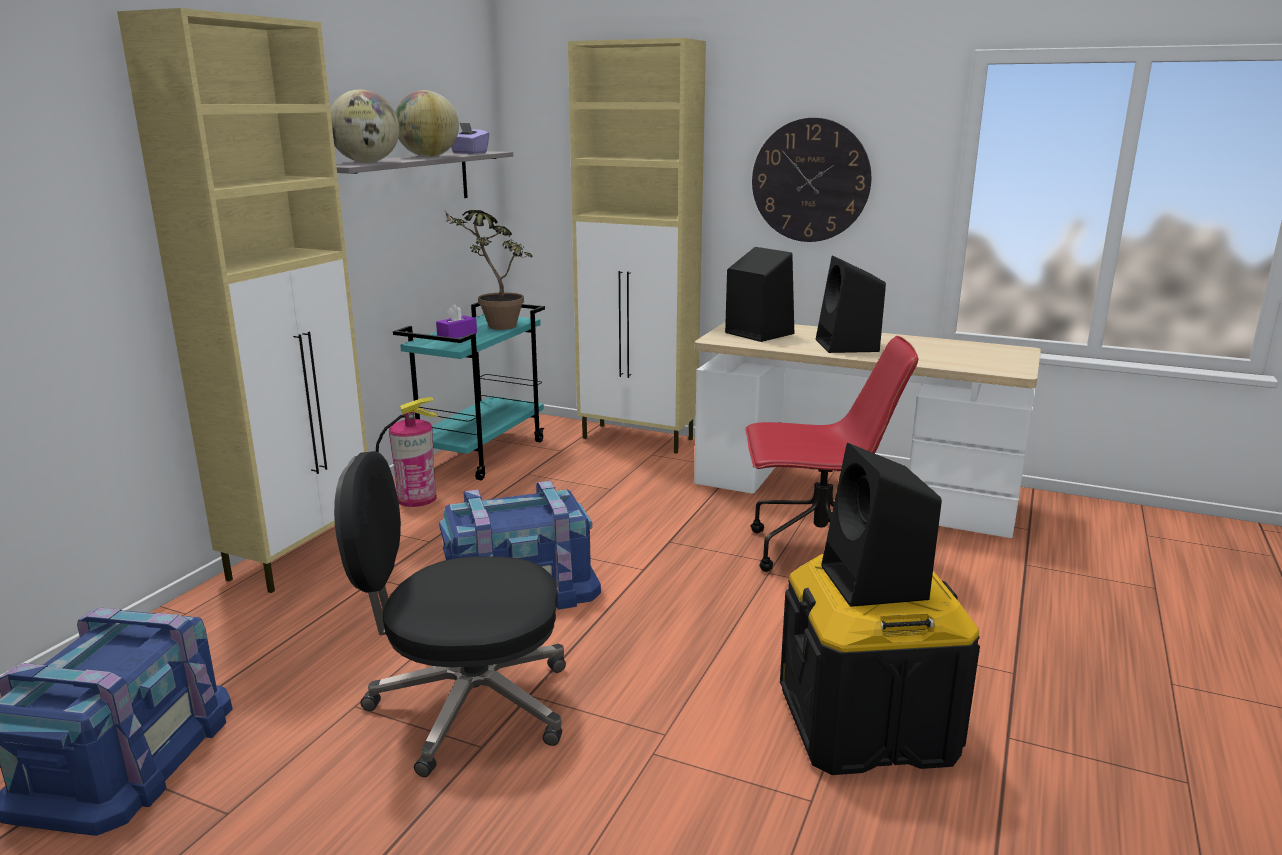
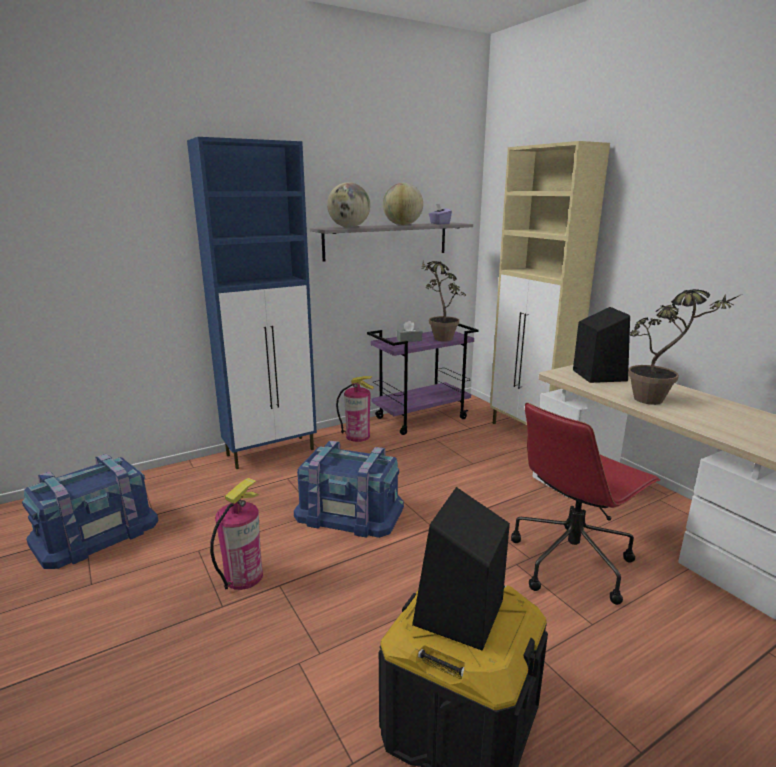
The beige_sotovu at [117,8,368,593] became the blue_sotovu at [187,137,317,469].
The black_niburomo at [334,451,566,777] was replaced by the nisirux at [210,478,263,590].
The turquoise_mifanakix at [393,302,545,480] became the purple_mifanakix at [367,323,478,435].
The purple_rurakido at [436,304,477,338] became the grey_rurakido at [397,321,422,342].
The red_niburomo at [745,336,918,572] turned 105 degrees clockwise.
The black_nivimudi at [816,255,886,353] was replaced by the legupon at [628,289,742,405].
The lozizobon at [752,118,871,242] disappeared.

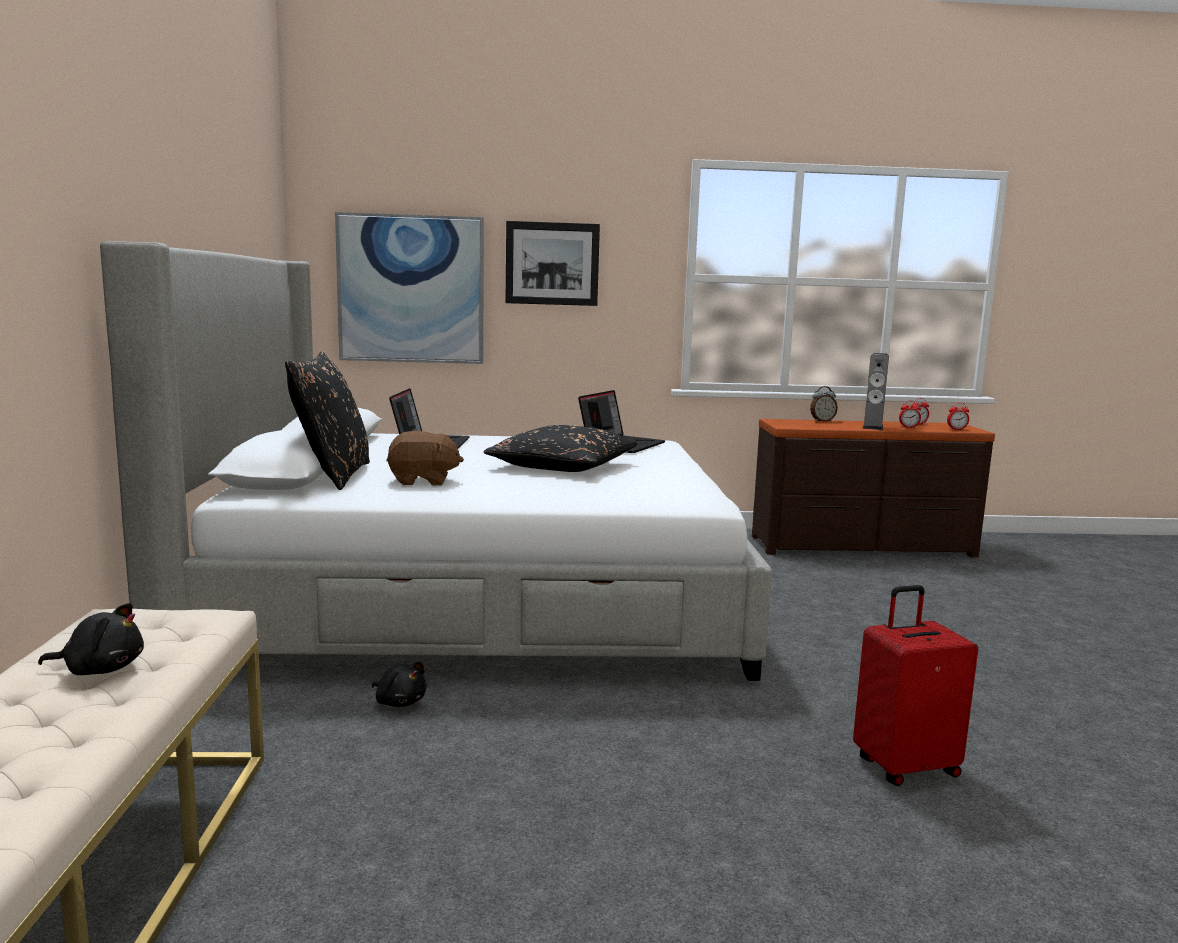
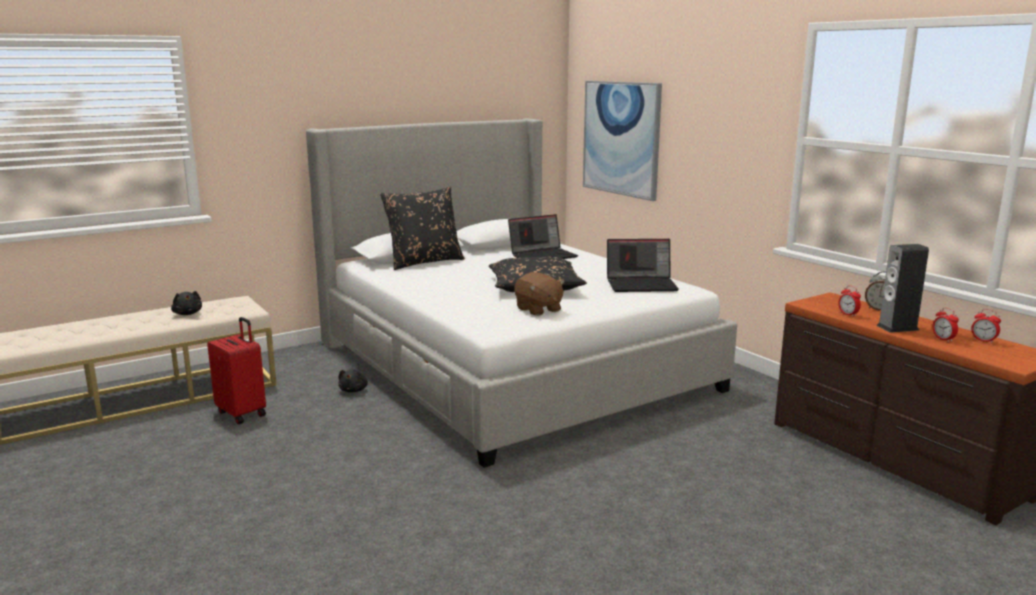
The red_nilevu moved from [853,585,978,786] to [207,317,266,424].
The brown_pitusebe moved from [386,431,464,485] to [514,272,565,316].
The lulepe moved from [947,403,969,430] to [839,285,861,317].
The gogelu at [505,221,600,306] disappeared.

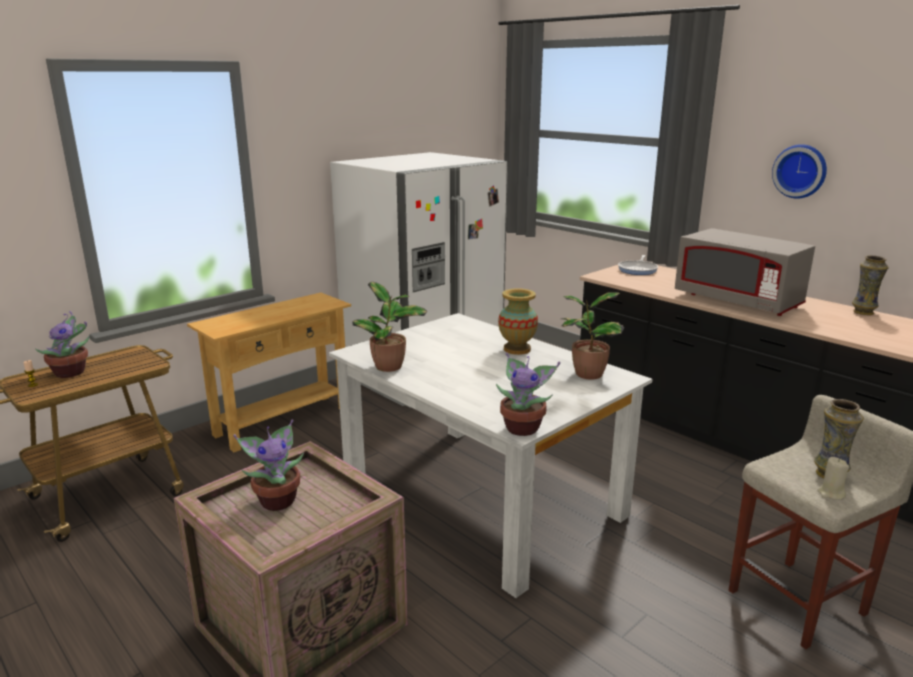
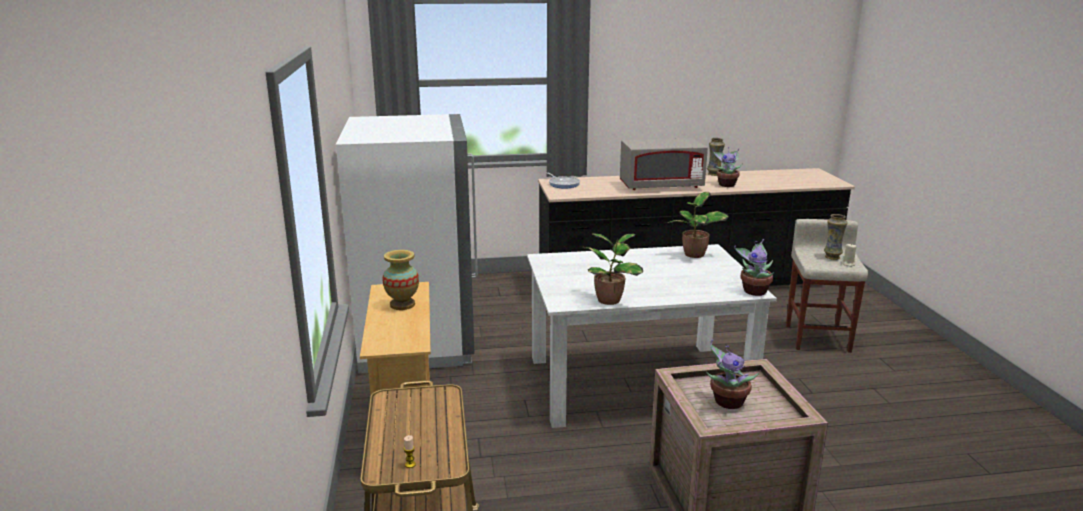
The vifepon moved from [498,288,538,355] to [382,250,419,310].
The legupon moved from [35,311,90,378] to [712,147,743,187].
The lozizobon at [772,144,827,199] disappeared.

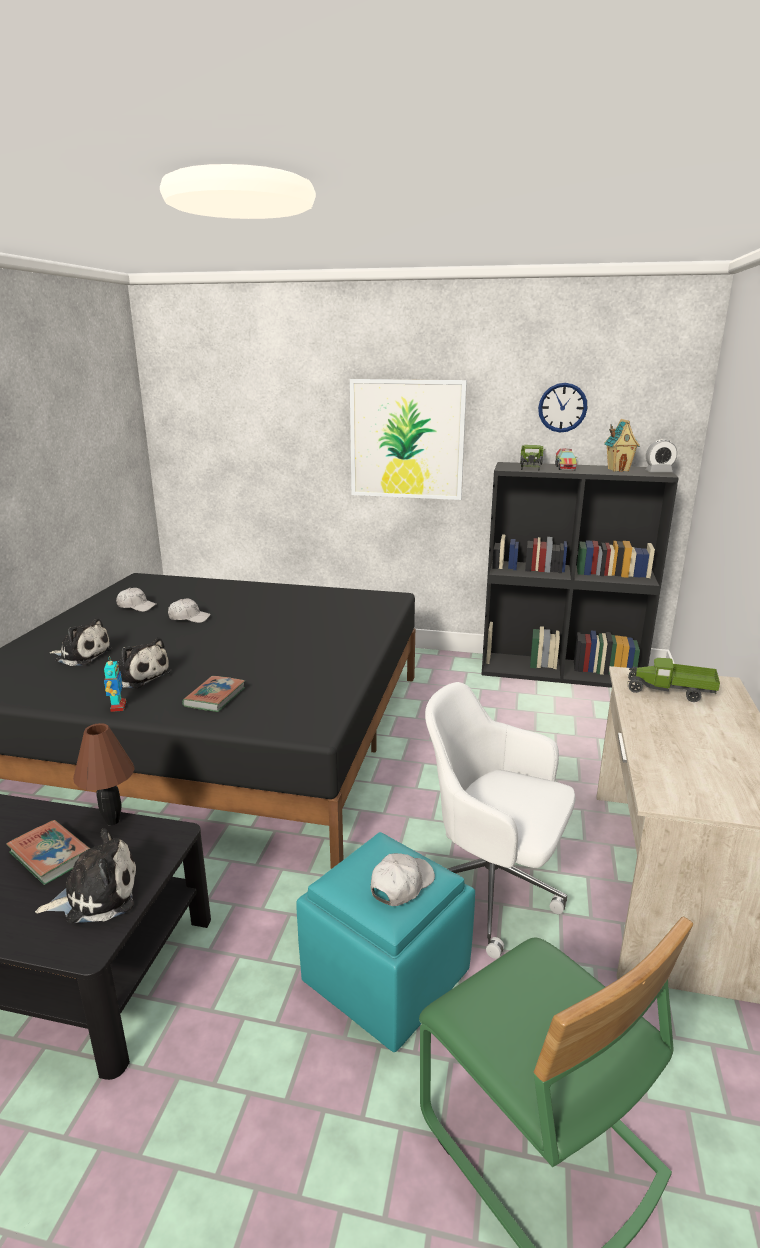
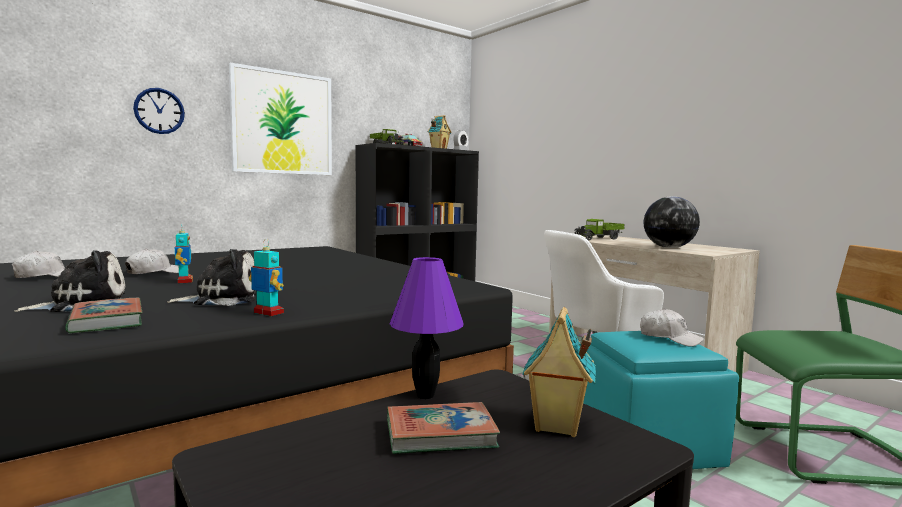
The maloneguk moved from [182,676,245,712] to [65,298,142,334].
The lozizobon moved from [538,383,587,433] to [133,88,185,134].
The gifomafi at [175,225,193,283] appeared.
The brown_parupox at [73,723,135,825] became the purple_parupox at [390,257,464,399].
The pitusebe at [35,828,137,923] was replaced by the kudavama at [522,307,596,437].
The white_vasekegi at [371,853,435,906] turned 135 degrees clockwise.
The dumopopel at [644,196,700,248] appeared.

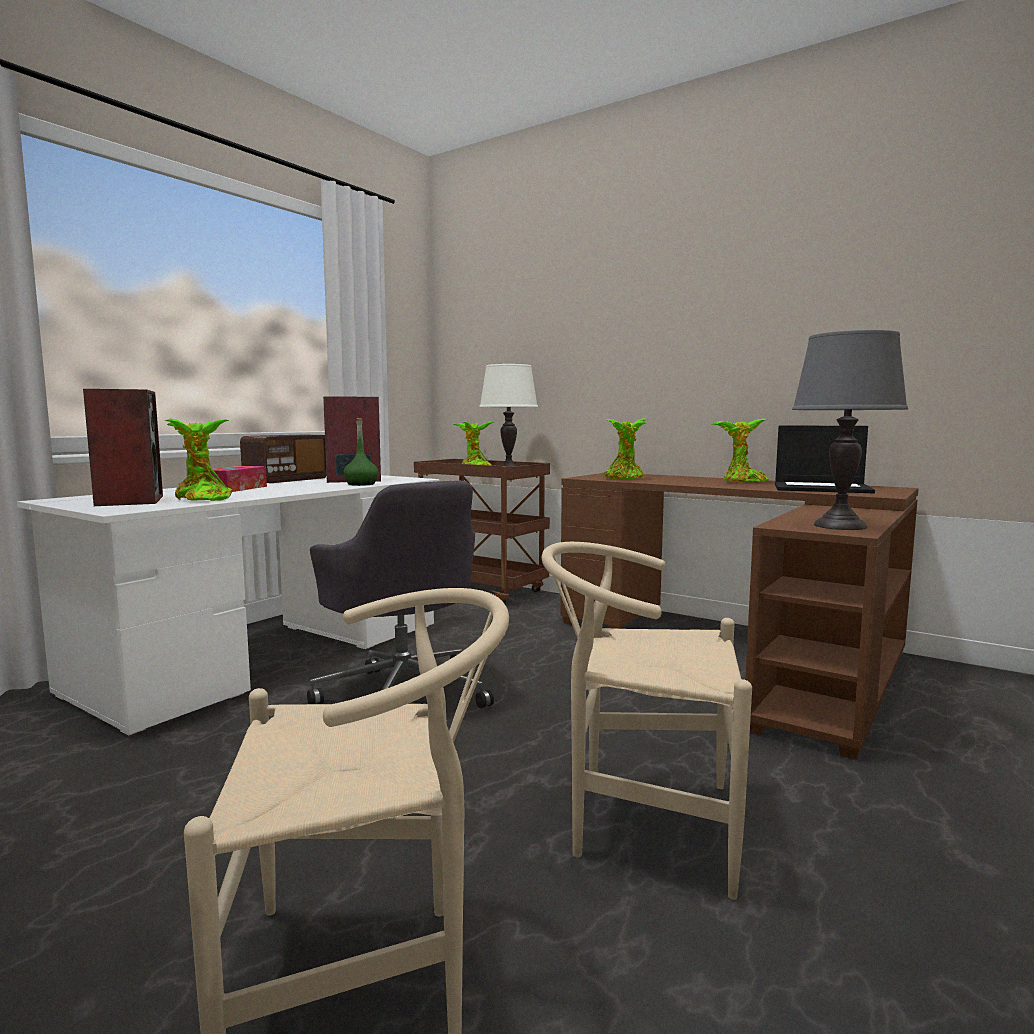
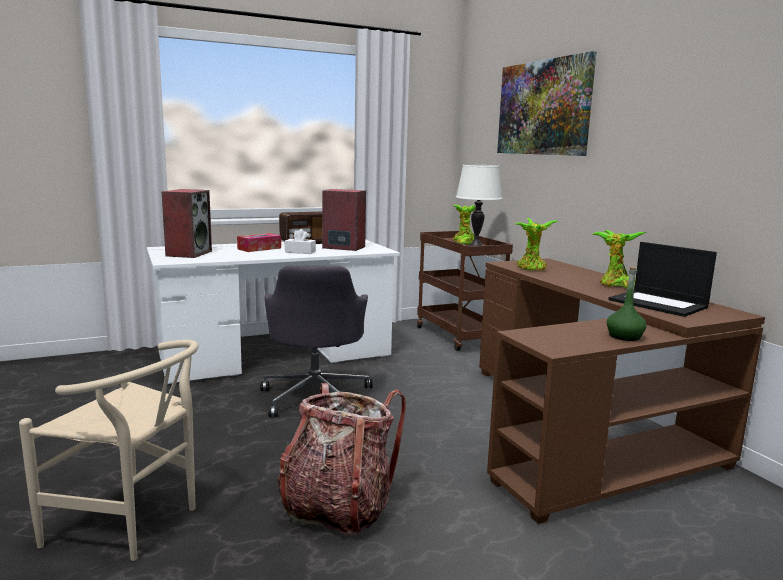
The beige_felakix at [542,542,752,900] was replaced by the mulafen at [277,383,406,535].
The white_rurakido at [285,229,316,254] appeared.
The gogelu at [497,51,596,156] appeared.
The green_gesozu moved from [343,418,378,486] to [607,266,647,341].
The legupon at [164,418,232,501] disappeared.
The grey_parupox at [792,330,908,530] disappeared.

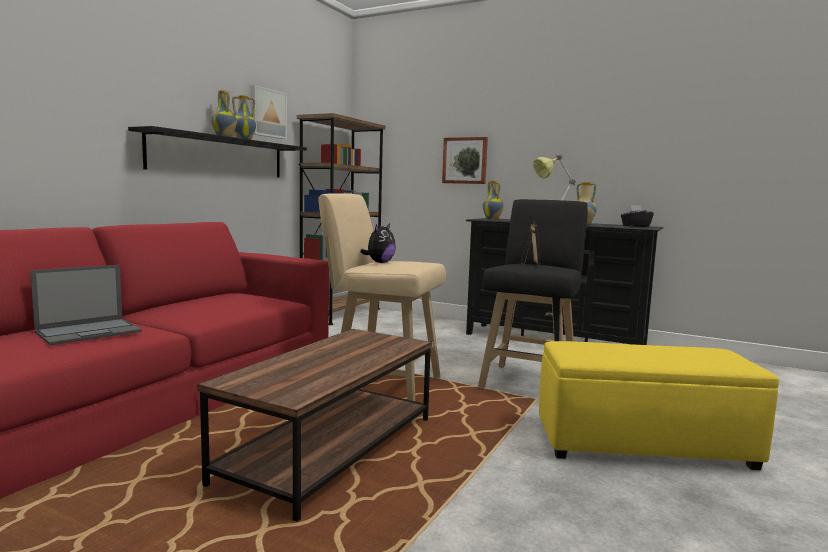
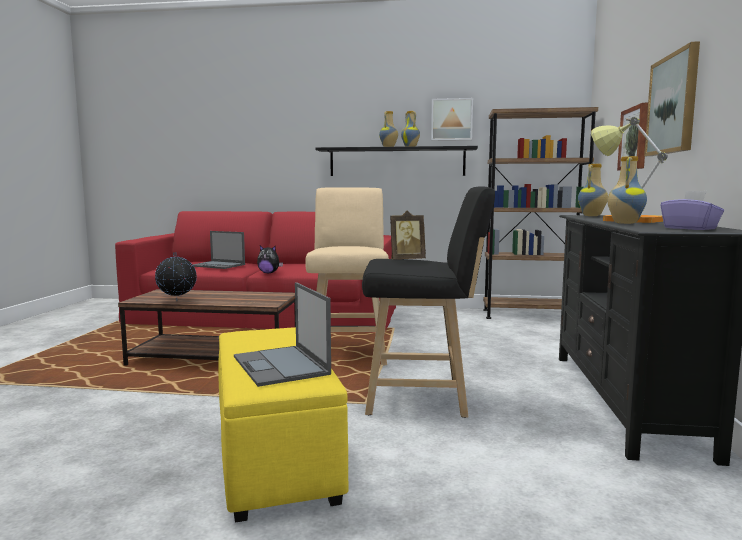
The dumopopel at [155,252,197,301] appeared.
The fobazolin at [234,282,331,387] appeared.
The pitusebe moved from [361,224,396,263] to [257,246,283,274].
The gogelu at [644,41,700,156] appeared.
The black_rurakido at [621,205,654,227] became the purple_rurakido at [661,191,724,230].

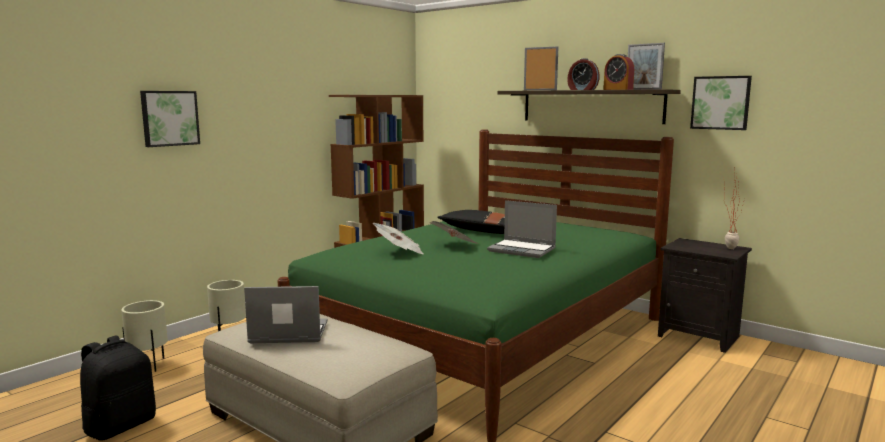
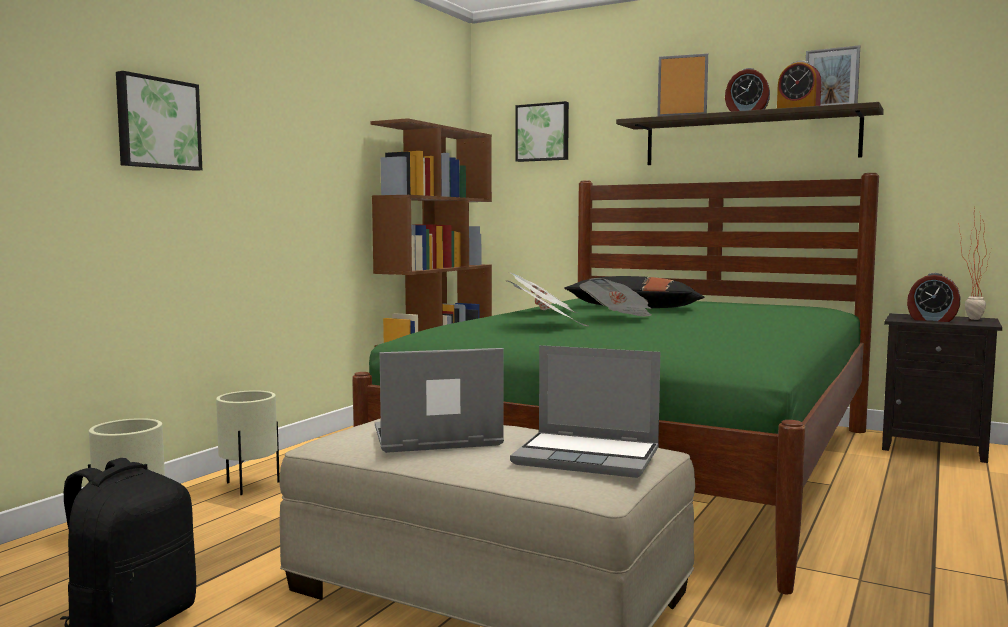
The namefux at [509,272,577,313] appeared.
The fobazolin moved from [487,200,557,258] to [510,345,660,478].
The gogelu moved from [690,76,752,130] to [515,101,569,162].
The lulepe at [907,273,960,322] appeared.

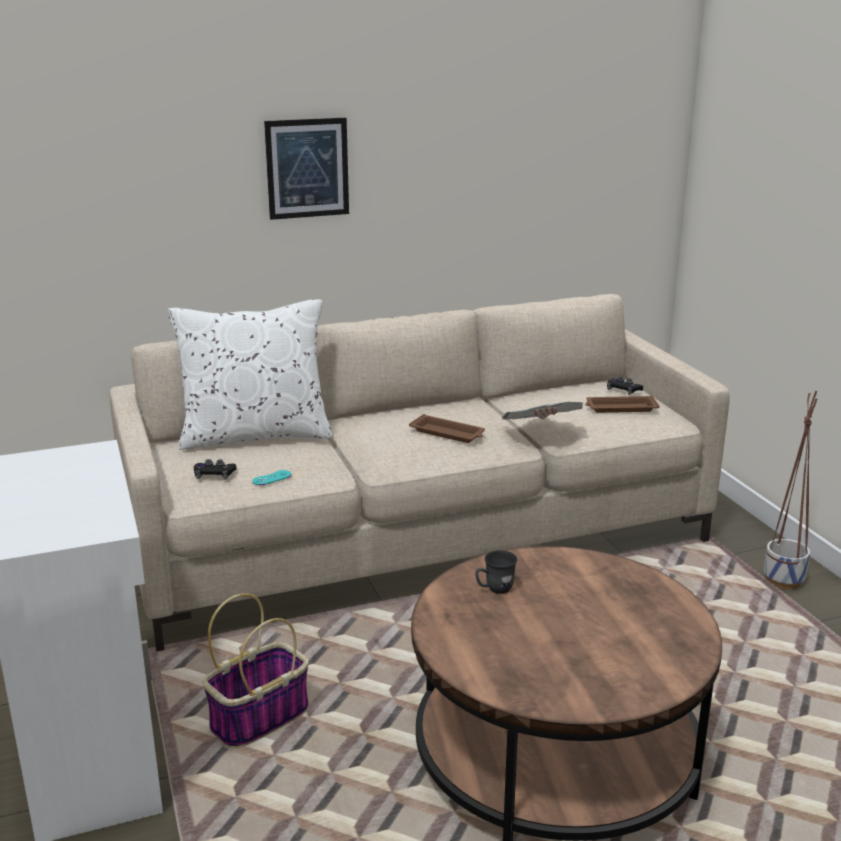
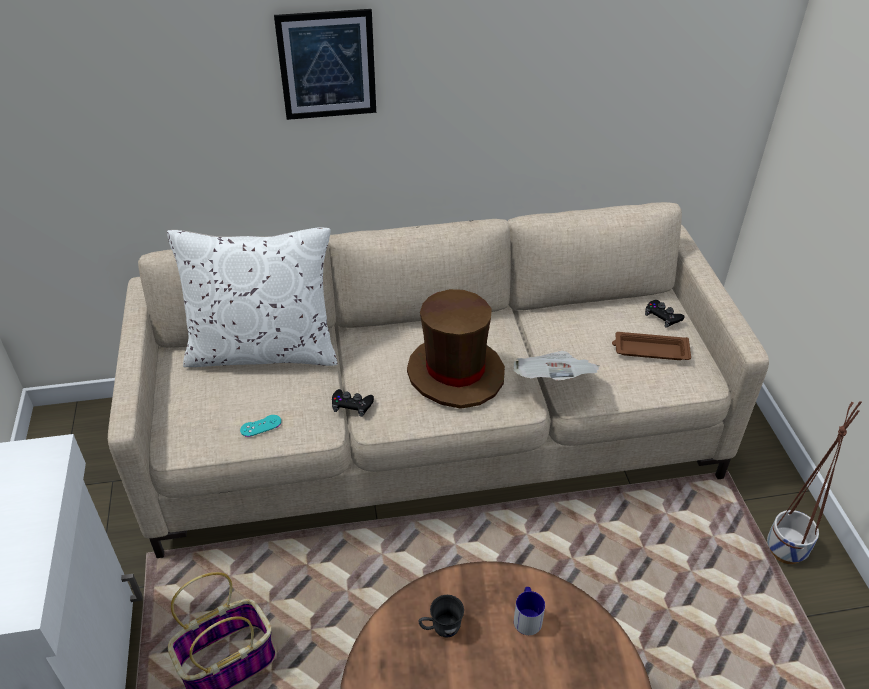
The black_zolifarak moved from [194,459,237,480] to [332,389,374,417].
The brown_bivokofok at [409,414,485,443] was replaced by the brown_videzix at [407,289,505,409].
The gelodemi at [514,587,545,635] appeared.

